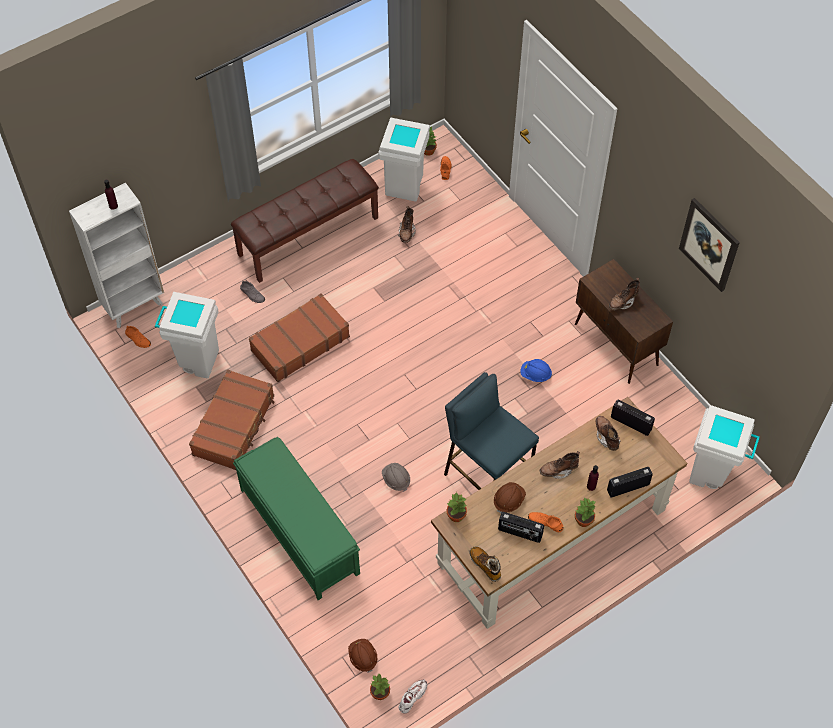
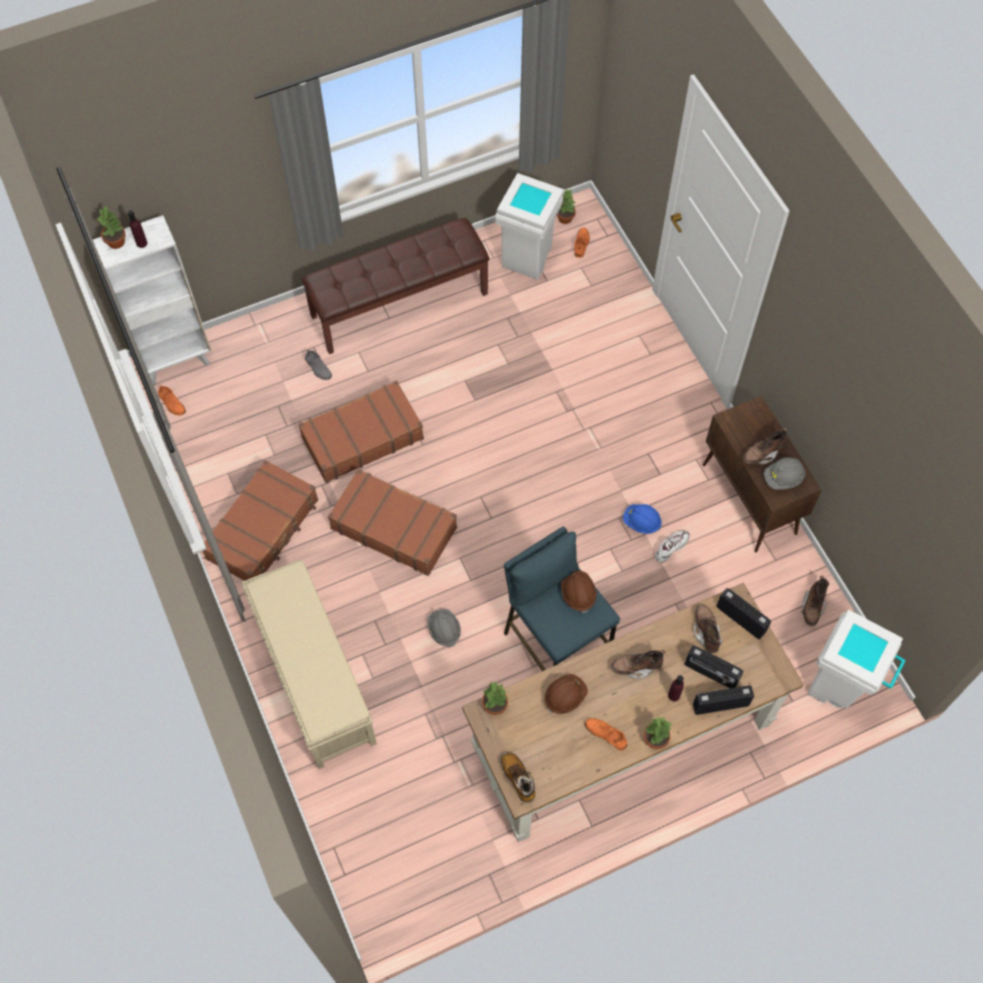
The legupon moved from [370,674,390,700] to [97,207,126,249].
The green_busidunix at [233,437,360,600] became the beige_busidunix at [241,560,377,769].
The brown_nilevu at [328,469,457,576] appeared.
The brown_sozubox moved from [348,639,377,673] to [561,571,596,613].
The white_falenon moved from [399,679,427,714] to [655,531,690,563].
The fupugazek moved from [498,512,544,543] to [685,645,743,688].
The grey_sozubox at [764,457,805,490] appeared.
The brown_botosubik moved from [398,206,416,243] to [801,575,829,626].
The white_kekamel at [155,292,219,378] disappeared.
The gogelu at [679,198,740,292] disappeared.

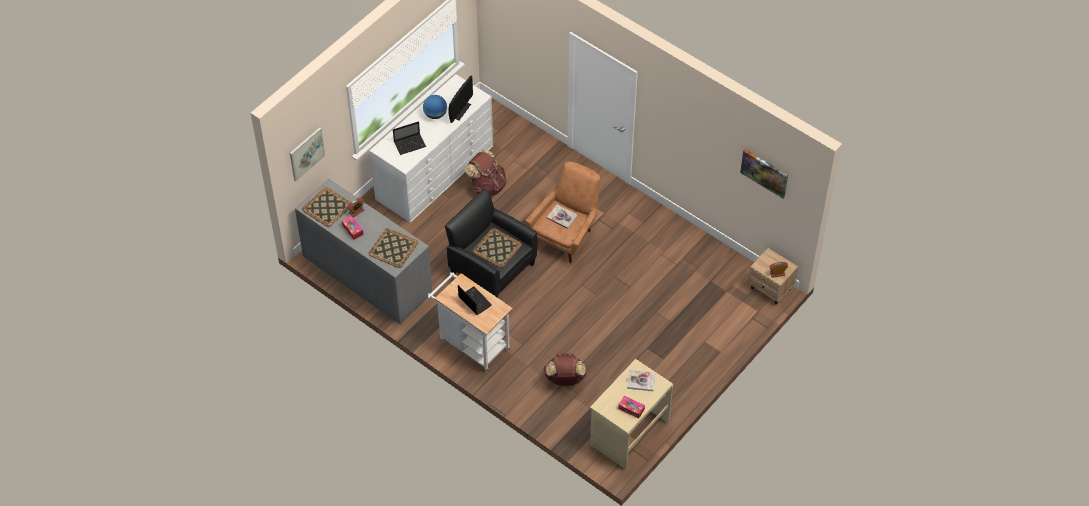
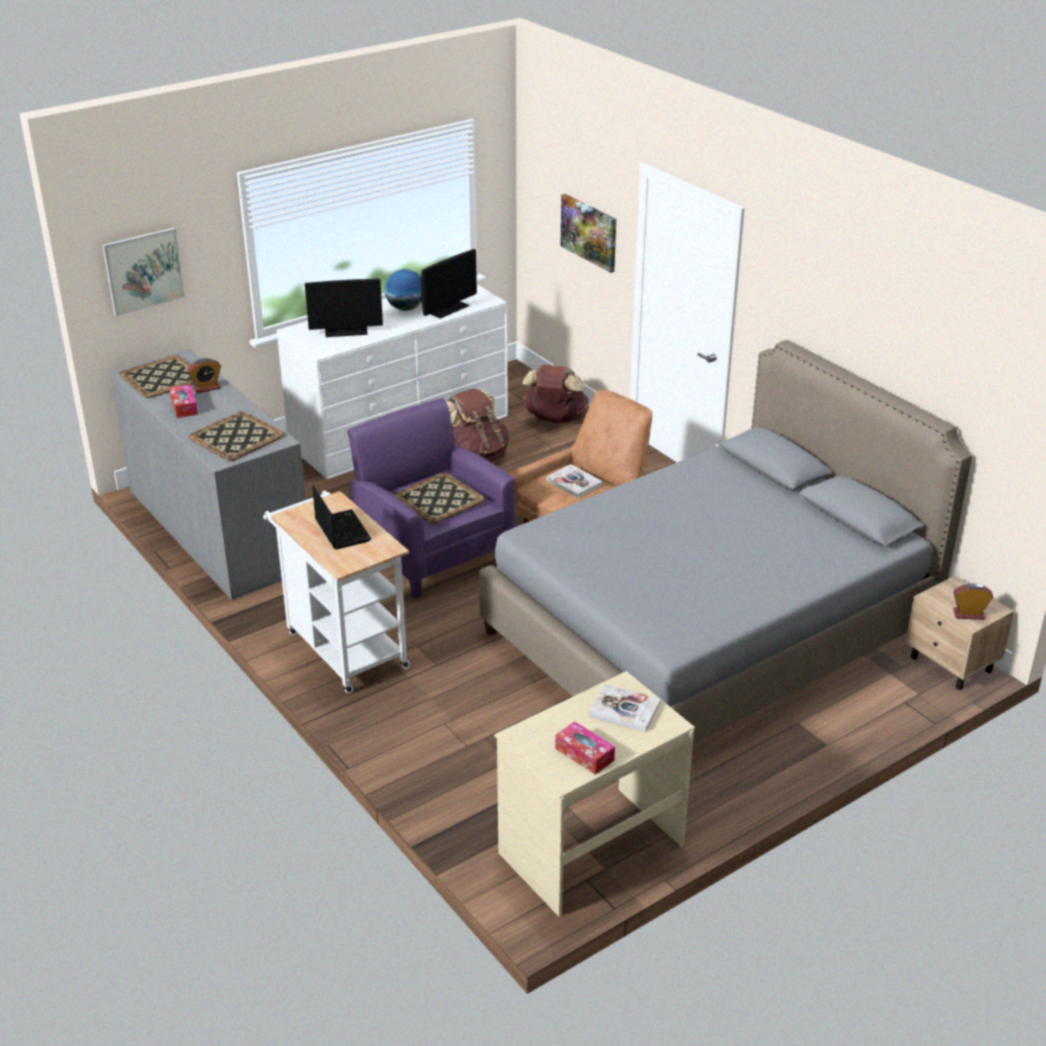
The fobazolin at [393,121,426,155] was replaced by the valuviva at [305,279,383,337].
The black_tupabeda at [445,189,537,298] became the purple_tupabeda at [347,398,515,599].
The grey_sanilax at [479,340,972,745] appeared.
The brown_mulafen moved from [543,353,587,386] to [523,365,589,423].
The gogelu moved from [740,149,788,199] to [561,194,616,273].

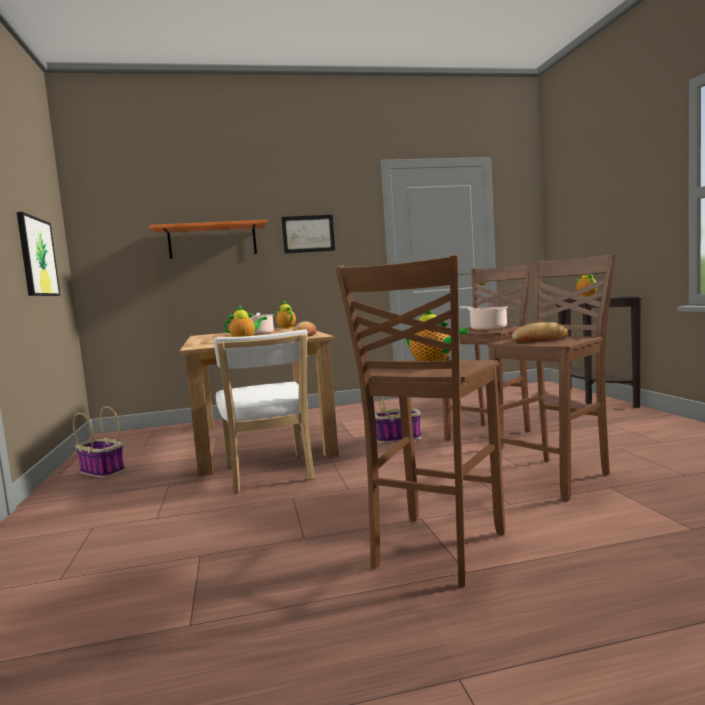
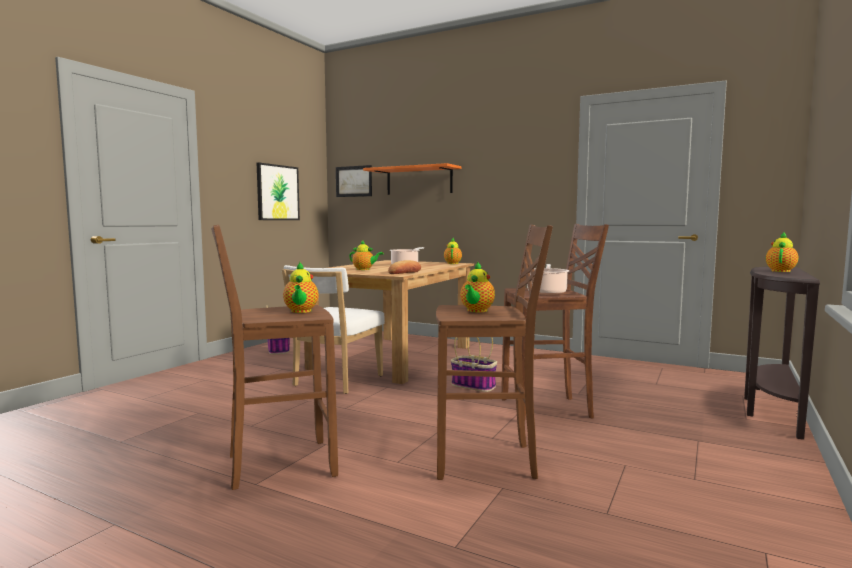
The gogelu moved from [281,215,335,253] to [336,165,372,197].
The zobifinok at [512,322,569,343] was replaced by the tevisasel at [460,261,495,312].

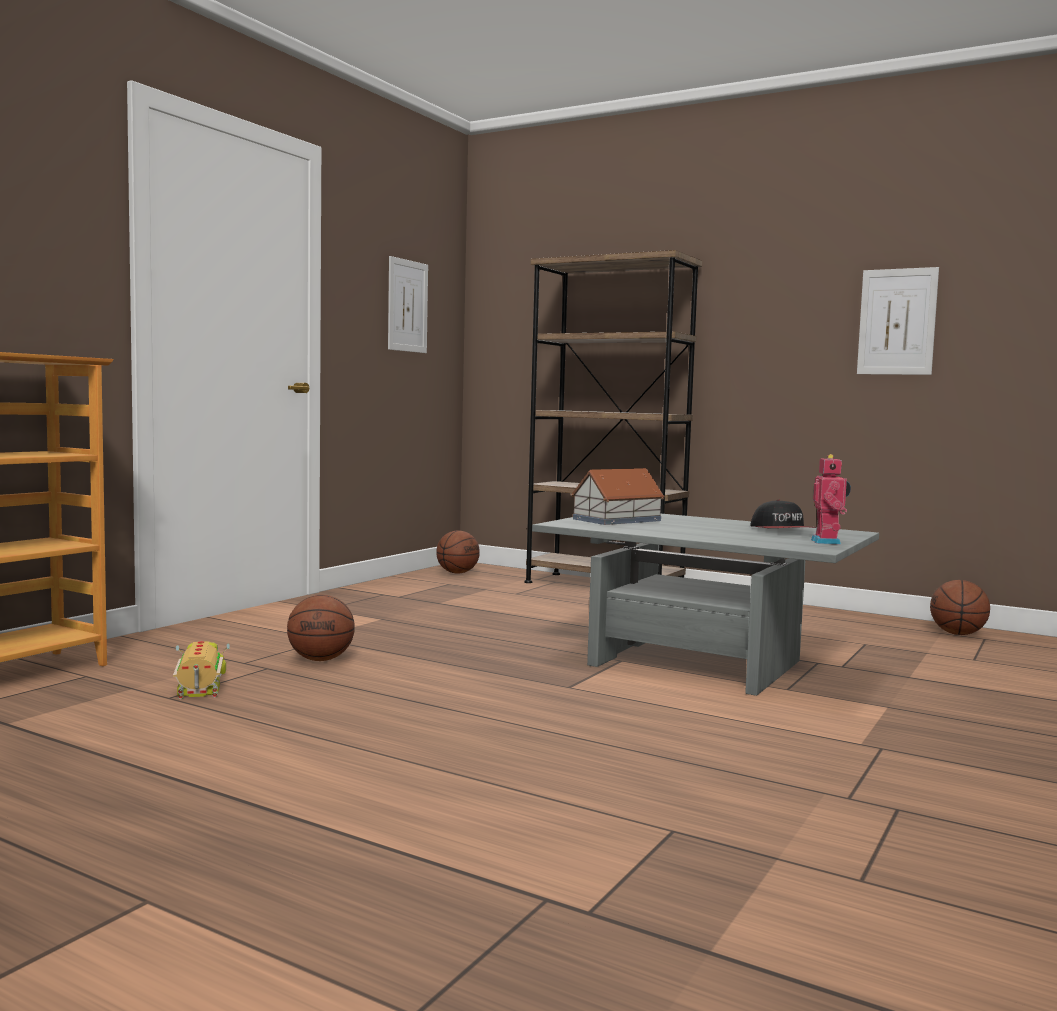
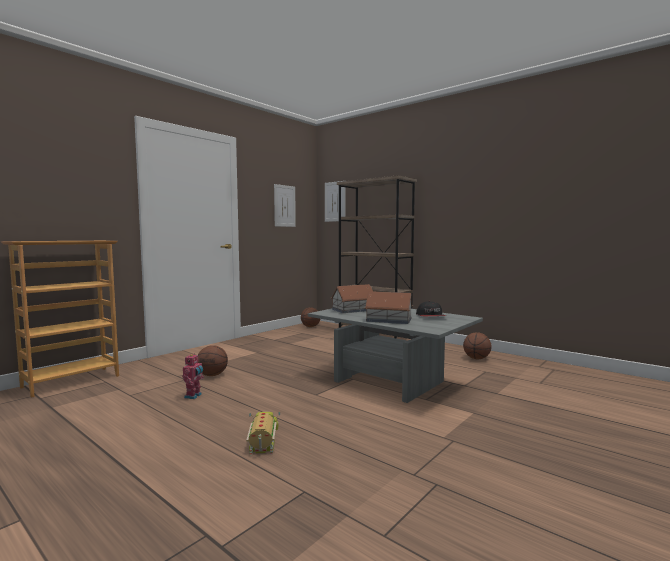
The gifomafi moved from [811,454,851,544] to [182,353,204,399].
The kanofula moved from [173,641,230,699] to [246,412,280,455].
The gogelu moved from [857,267,939,375] to [325,181,346,222].
The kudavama at [365,291,413,324] appeared.
The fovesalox moved from [930,580,990,635] to [463,332,491,359].

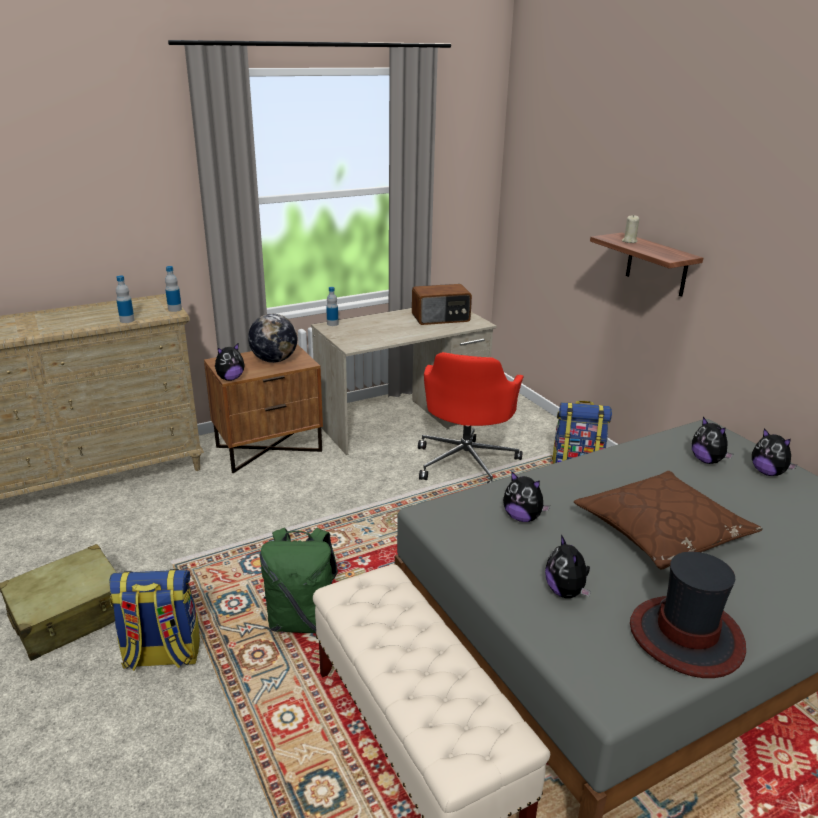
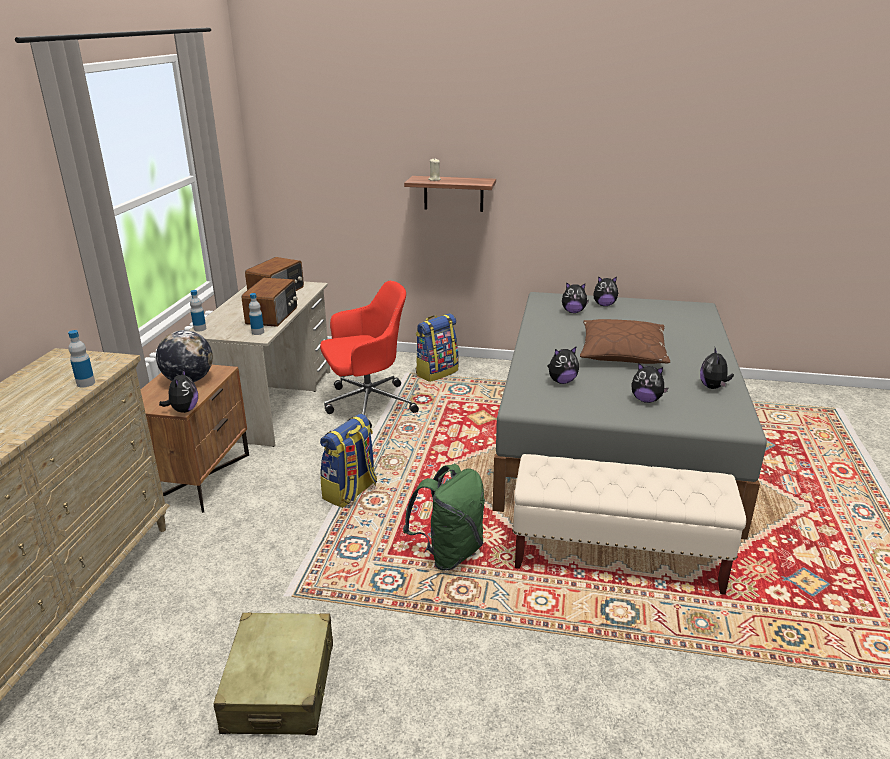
The fupugazek at [242,278,297,327] appeared.
The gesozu moved from [165,266,182,312] to [249,293,264,335].
The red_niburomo at [418,352,524,483] turned 75 degrees counterclockwise.
The mulafen moved from [109,569,200,671] to [320,414,377,508].
The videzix at [630,552,746,678] was replaced by the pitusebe at [700,348,734,389].

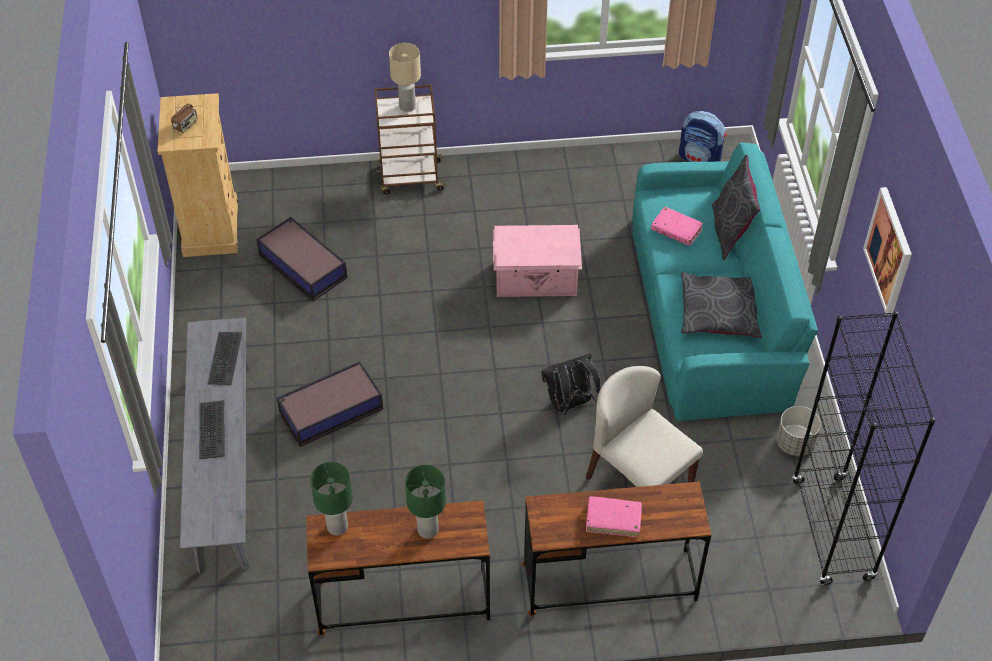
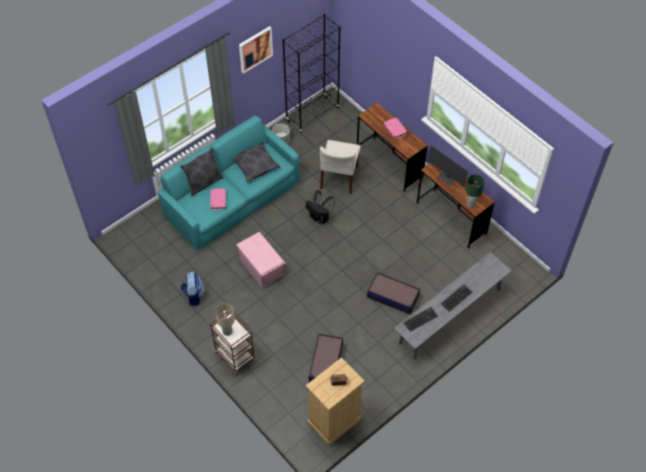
The mulafen moved from [679,111,727,162] to [181,271,205,306].
The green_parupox at [405,465,446,539] was replaced by the valuviva at [429,145,468,187].

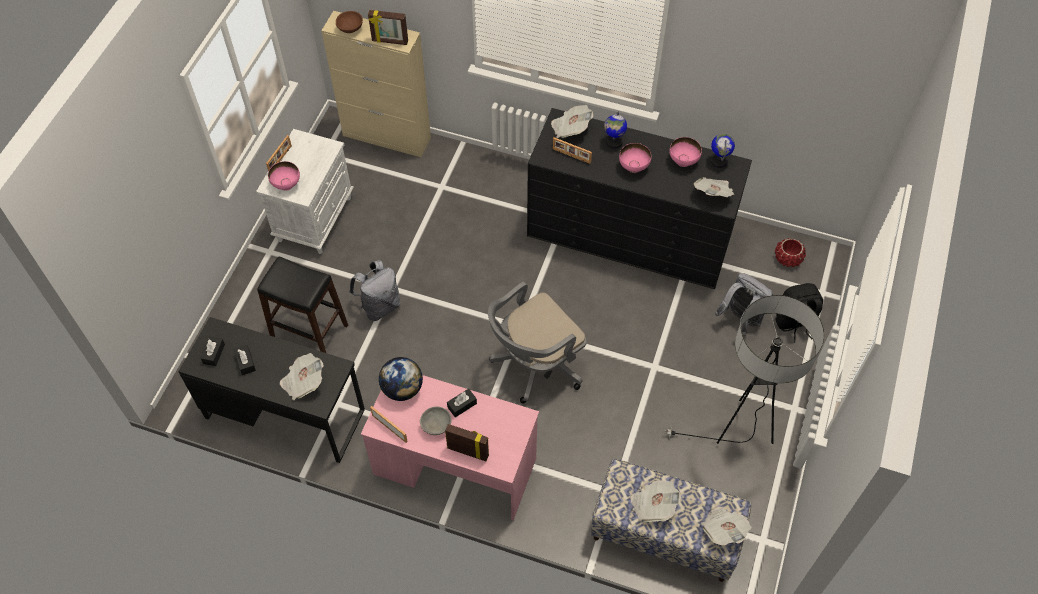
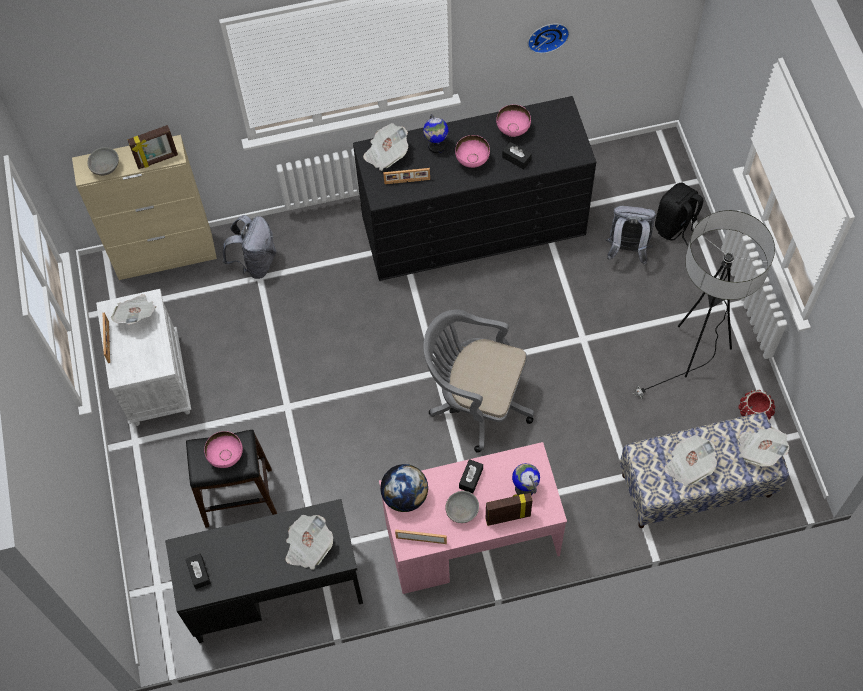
The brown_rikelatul at [336,11,363,33] became the grey_rikelatul at [88,147,119,176].
The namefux moved from [694,177,734,197] to [111,294,156,325].
The pink_rikelatul moved from [268,161,300,191] to [204,431,243,468].
The grey_mulafen moved from [349,260,401,321] to [223,215,277,279].
The grey_niburomo at [488,282,587,403] turned 90 degrees clockwise.
The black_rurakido moved from [234,345,256,375] to [502,142,532,170].
The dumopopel moved from [711,134,735,168] to [512,463,540,495].
The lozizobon at [528,24,570,54] appeared.
The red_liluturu moved from [775,238,806,267] to [739,390,775,419].

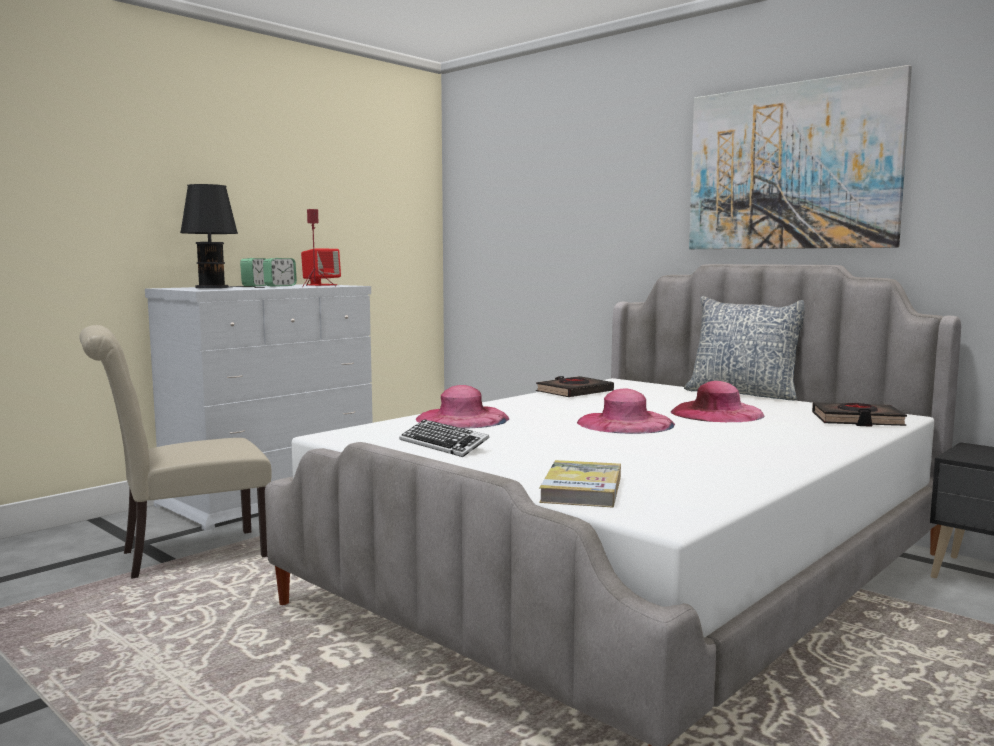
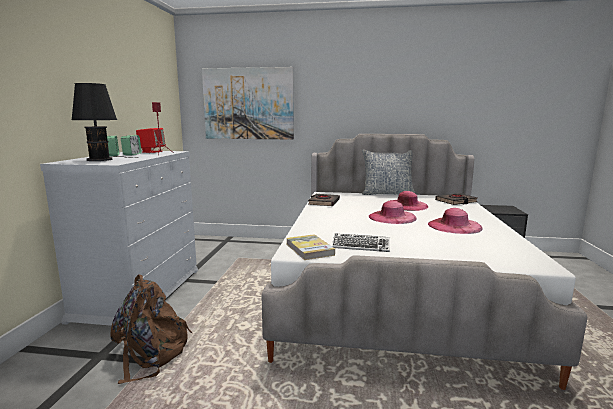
The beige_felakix at [79,325,272,579] was replaced by the brown_mulafen at [110,274,192,384].
The gogelu moved from [689,65,912,249] to [202,67,294,139].
The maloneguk moved from [539,460,621,508] to [286,234,335,260].
The pink_videzix moved from [416,385,509,429] to [428,208,483,234].

